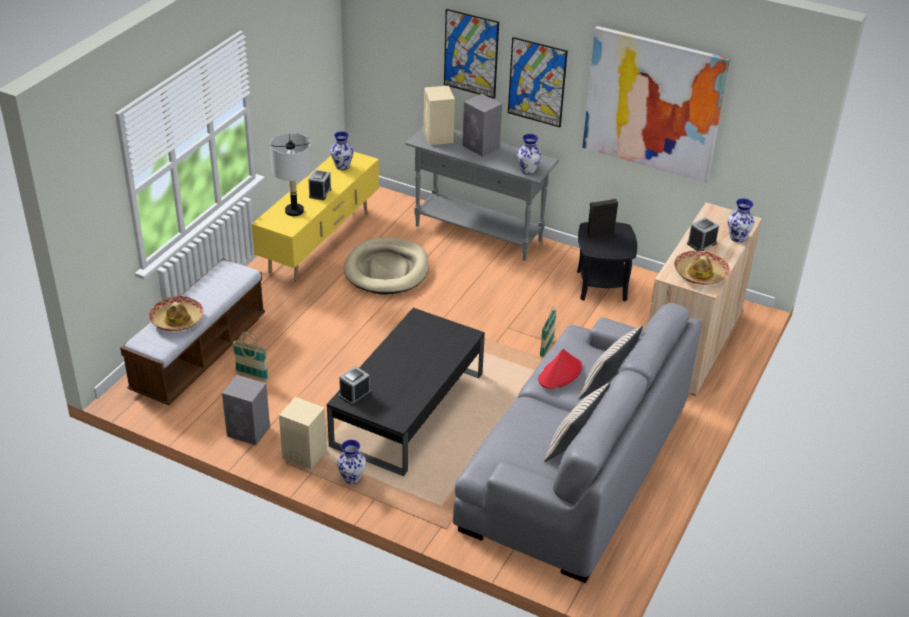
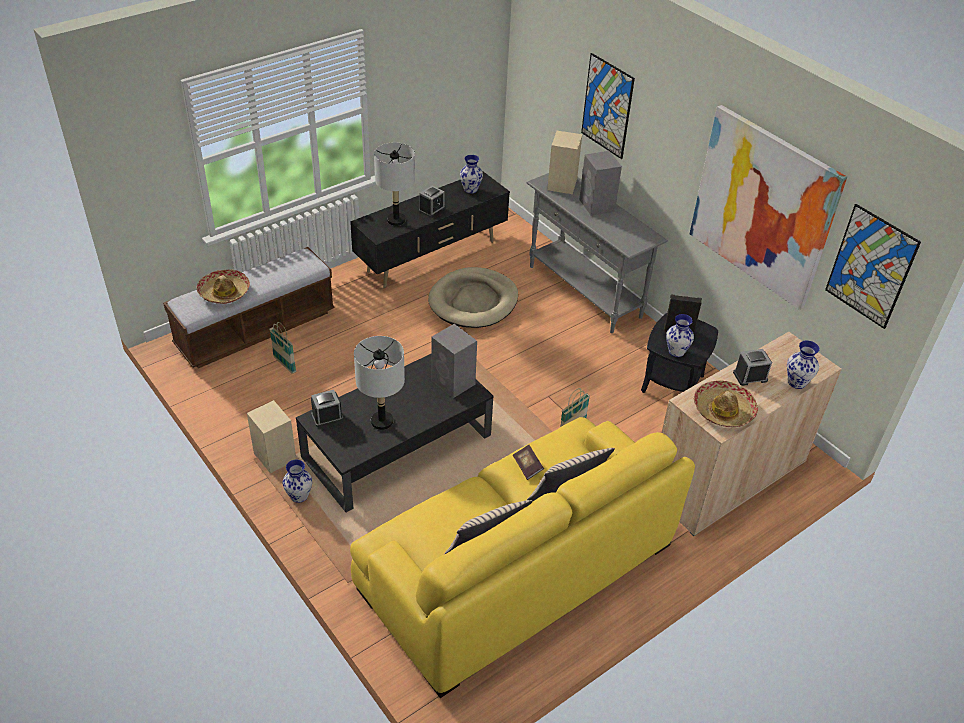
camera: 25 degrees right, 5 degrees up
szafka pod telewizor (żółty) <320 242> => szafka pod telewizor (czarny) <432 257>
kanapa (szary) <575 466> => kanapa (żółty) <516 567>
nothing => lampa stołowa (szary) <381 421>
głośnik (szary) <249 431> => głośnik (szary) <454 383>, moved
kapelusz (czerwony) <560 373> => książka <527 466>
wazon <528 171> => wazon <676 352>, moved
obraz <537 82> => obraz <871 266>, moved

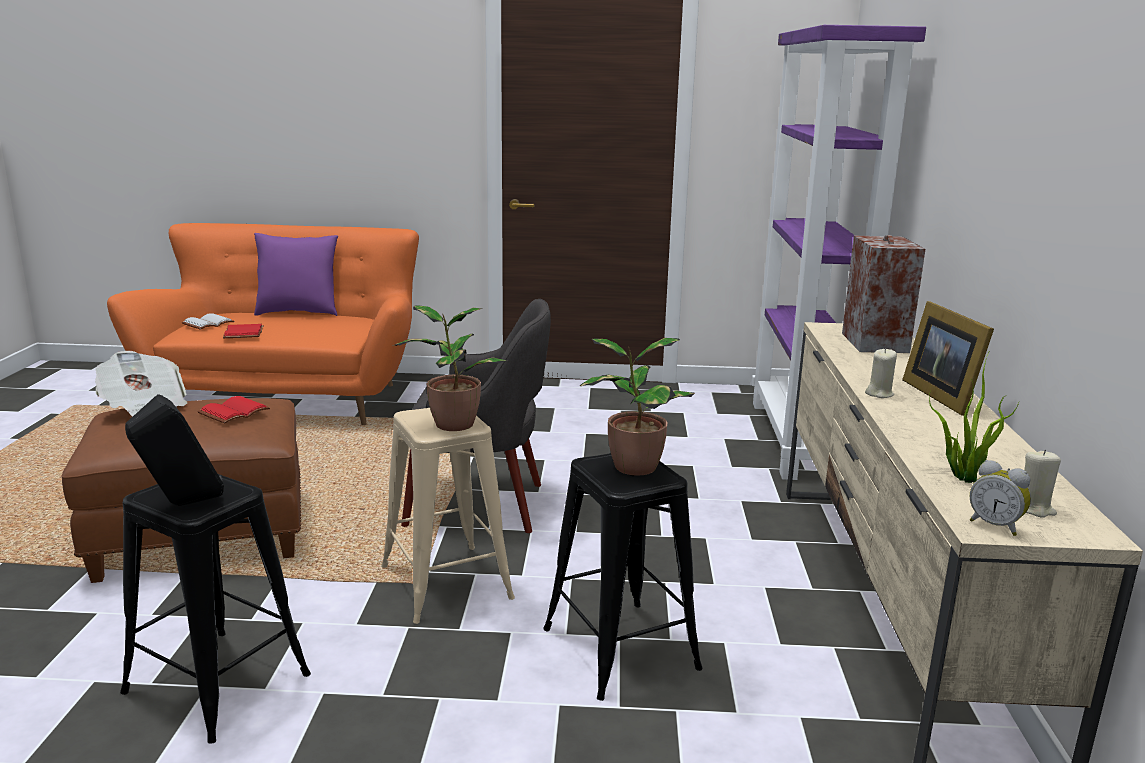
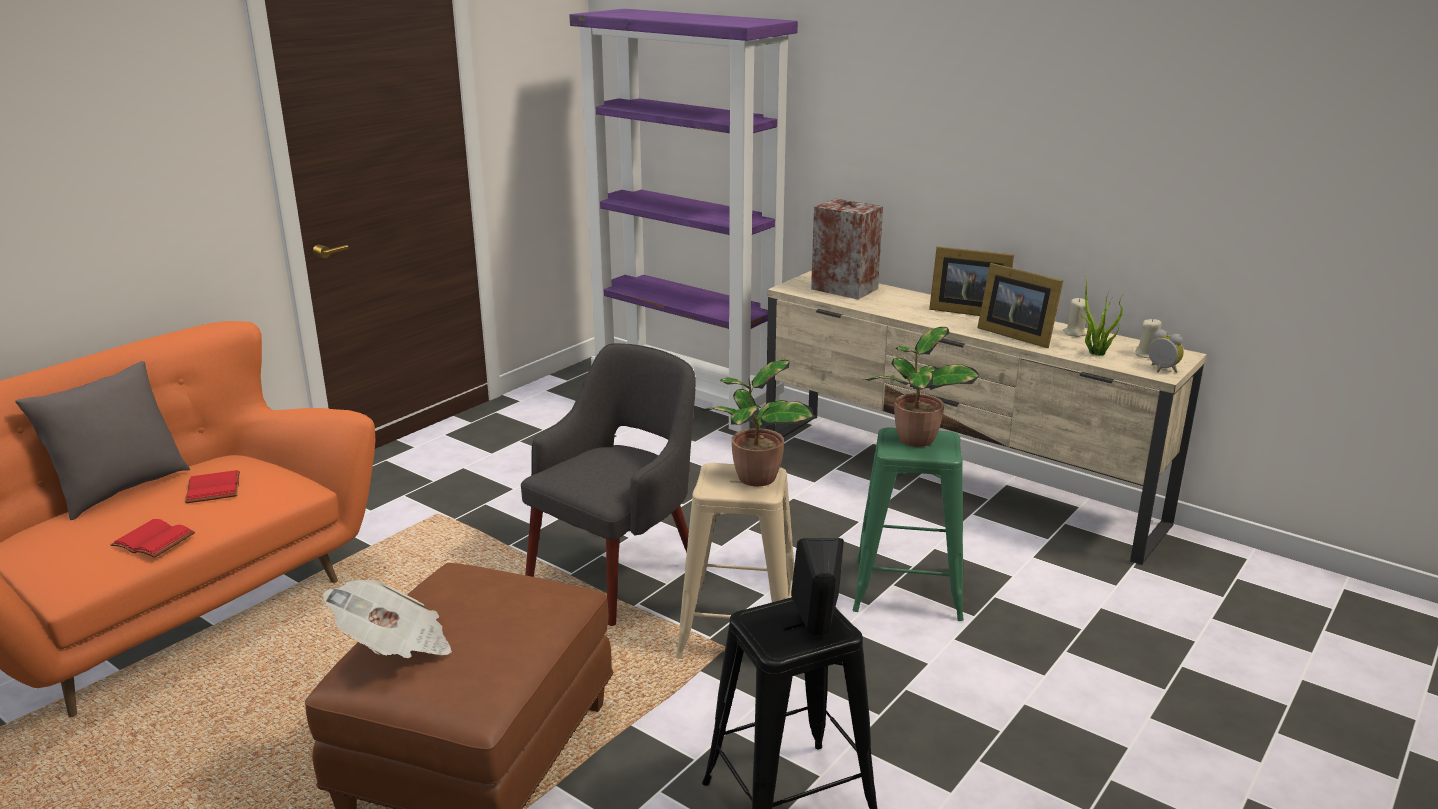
camera: 55 degrees left, 5 degrees up
poduszka (fioletowy) <298 312> => poduszka (szary) <120 490>
książka (czerwony) <234 411> => książka (czerwony) <212 488>, moved
stołek (czarny) <620 648> => stołek (zielony) <907 589>
nothing => ramka na zdjęcie <1015 334>
świeca (beżowy) <879 394> => świeca (beżowy) <1074 333>, moved
budzik <995 525> => budzik <1161 370>, 120 degrees counterclockwise
książka (biały) <208 324> => nothing

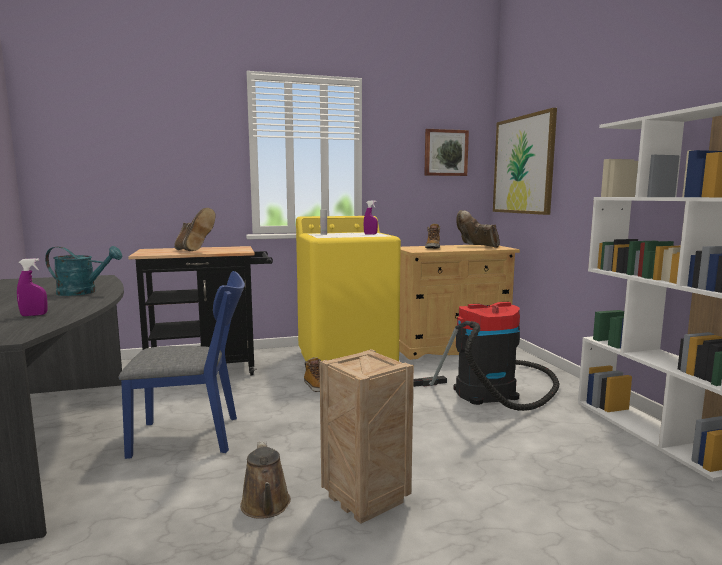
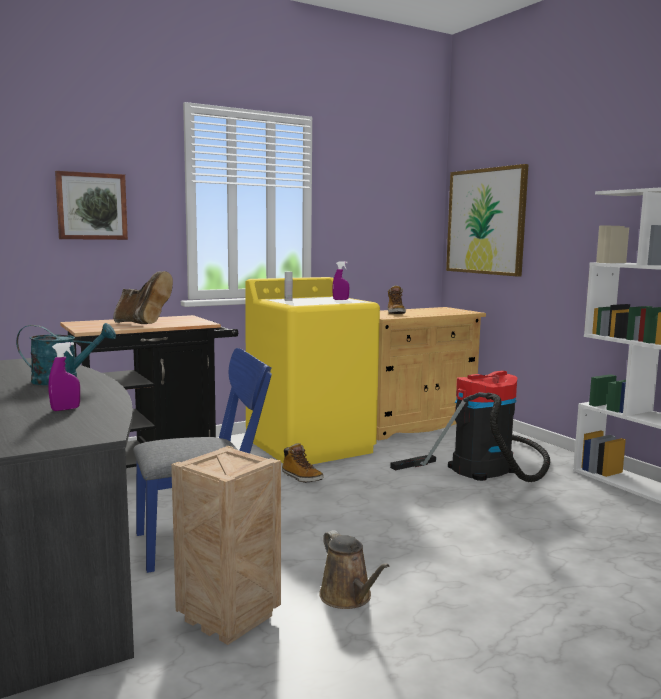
camera: 15 degrees left, 0 degrees up
obraz <445 153> => obraz <91 206>, moved
skrzynka <367 500> => skrzynka <231 619>, moved
but z cholewką (brązowy) <476 247> => nothing

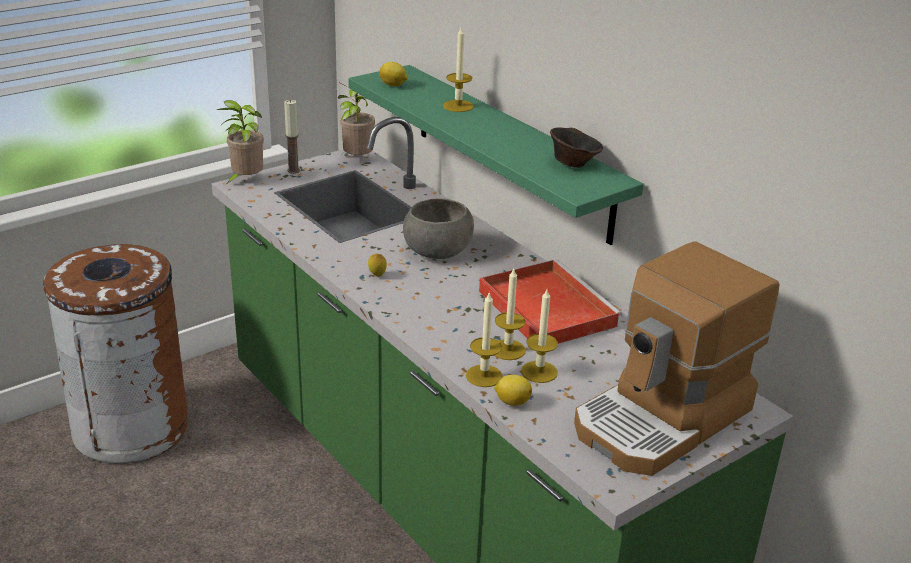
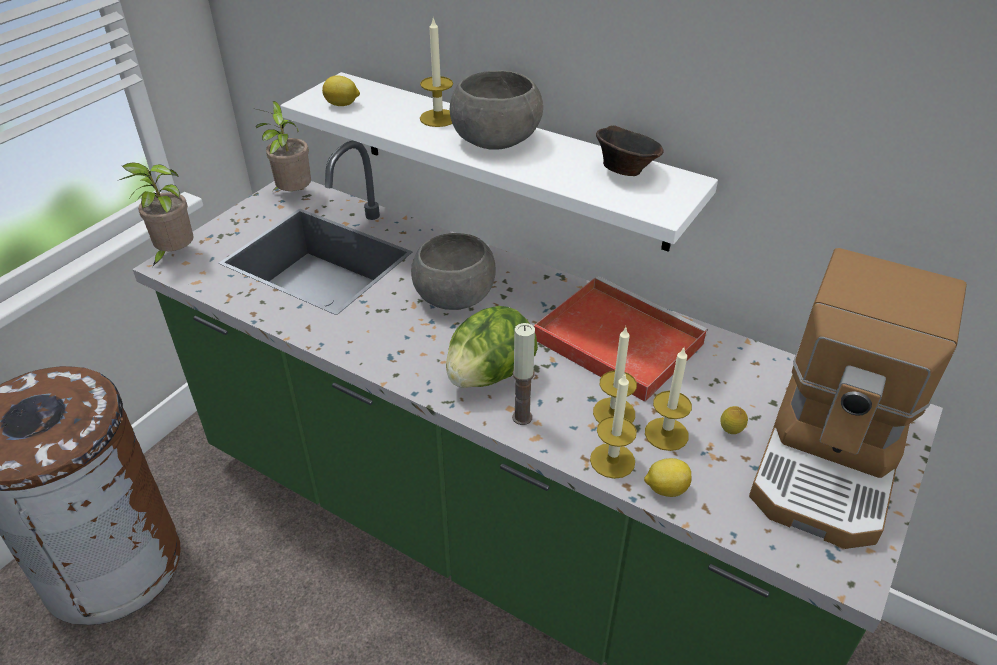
camera: 20 degrees left, 10 degrees up
półka (zielony) <510 151> => półka (biały) <509 159>
nothing => sałata <489 375>
nothing => miska (szary) <496 139>
świeca <293 170> => świeca <522 417>, moved
cytryna <377 276> => cytryna <730 432>, moved

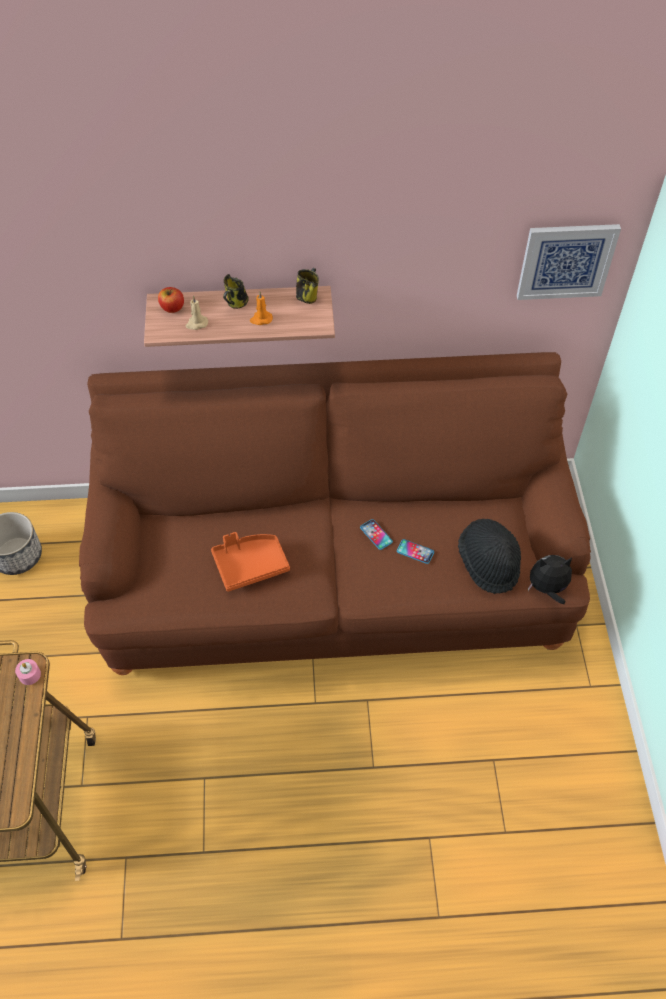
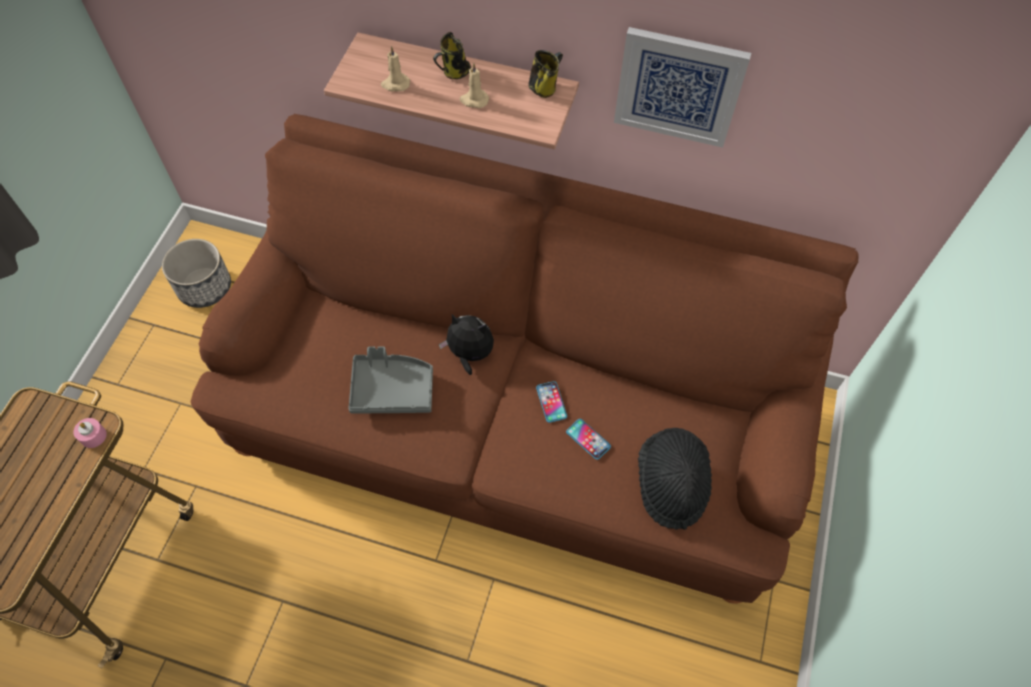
camera: 20 degrees right, 5 degrees up
taca (pomarańczowy) <250 565> => taca (szary) <392 389>
pluszak <547 588> => pluszak <469 354>, moved
świeca (pomarańczowy) <261 319> => świeca (beżowy) <474 100>
obraz <566 261> => obraz <679 87>, moved
jabłko <172 308> => nothing

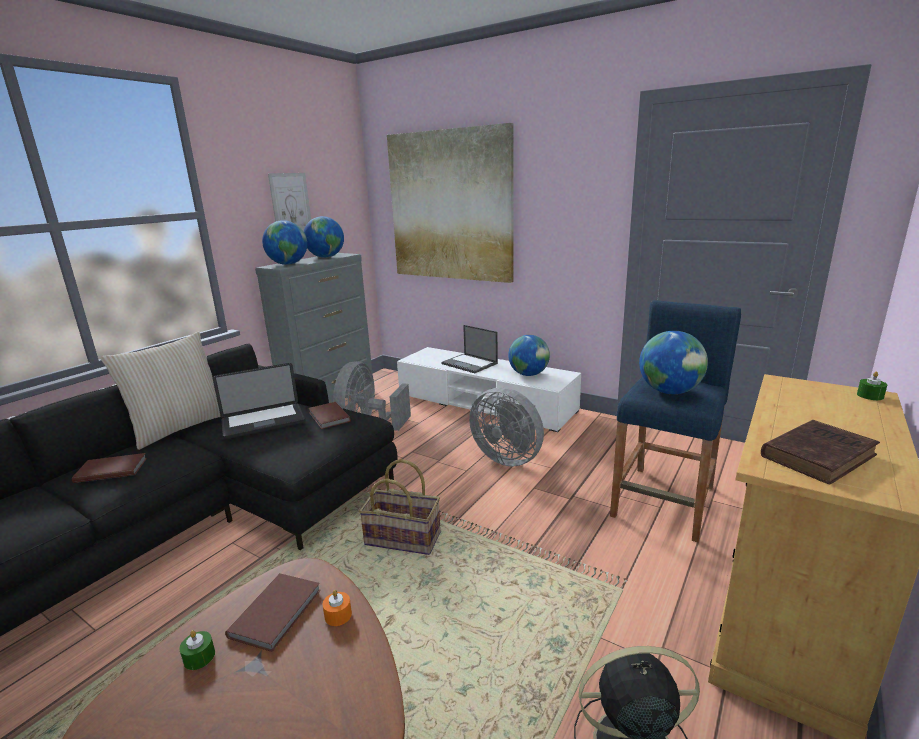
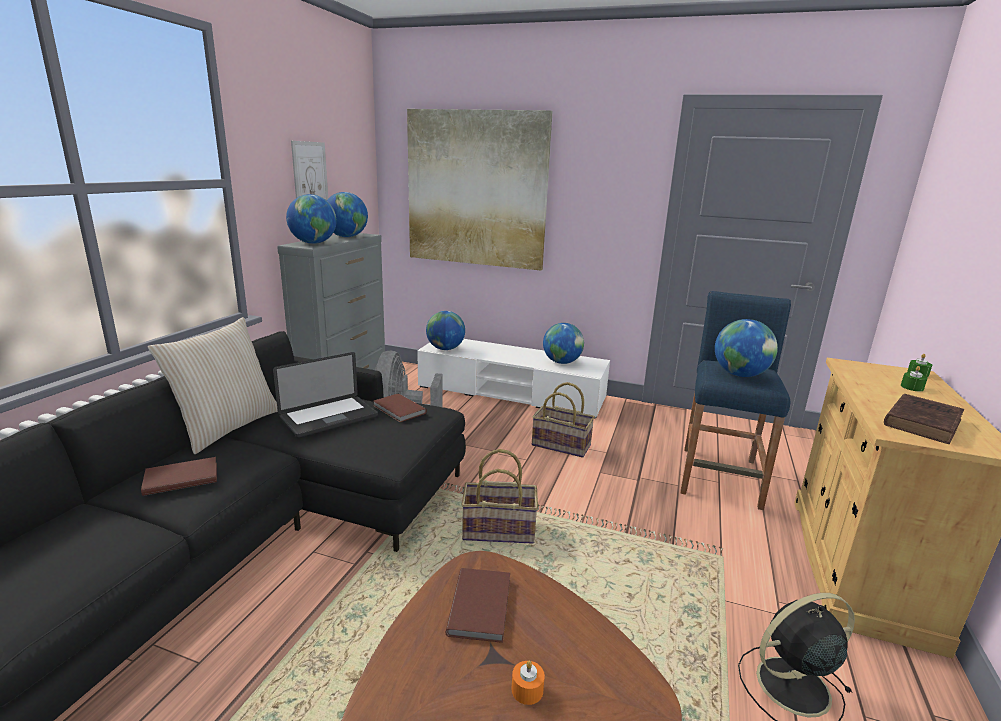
camera: 15 degrees left, 0 degrees up
nothing => globus <445 349>
świeca (pomarańczowy) <338 615> => świeca (pomarańczowy) <527 690>, moved
wentylator (szary) <508 457> => koszyk <561 445>
świeca (zielony) <199 657> => świeca (zielony) <912 387>, moved
laptop <470 364> => nothing

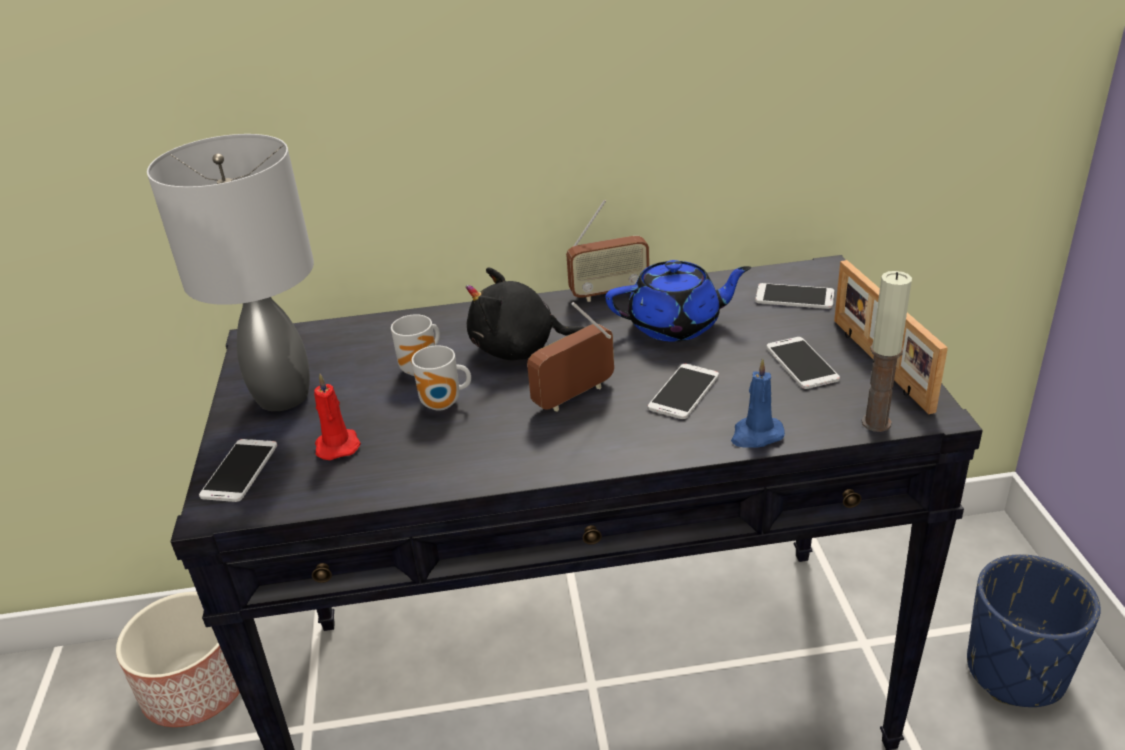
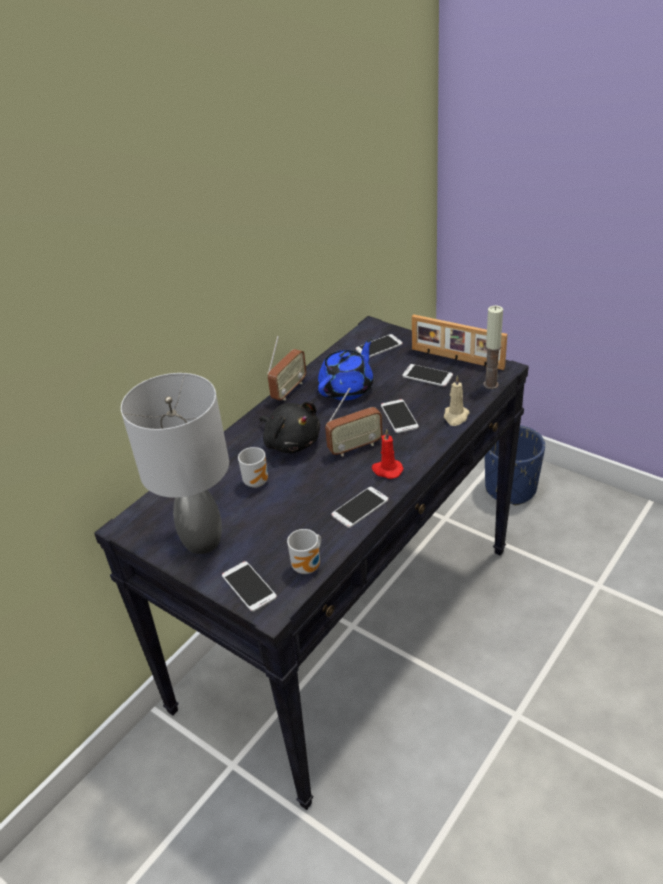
camera: 45 degrees left, 5 degrees up
pluszak (czarny) <520 349> => pluszak (czarny) <291 442>, 90 degrees counterclockwise
kubek <444 405> => kubek <309 567>, moved
radio <574 396> => radio <355 447>, 120 degrees counterclockwise
nothing => telefon <360 507>
świeca (czerwony) <337 445> => świeca (czerwony) <386 470>, moved
świeca (niebieski) <756 435> => świeca (beżowy) <455 417>
donica <196 686> => nothing

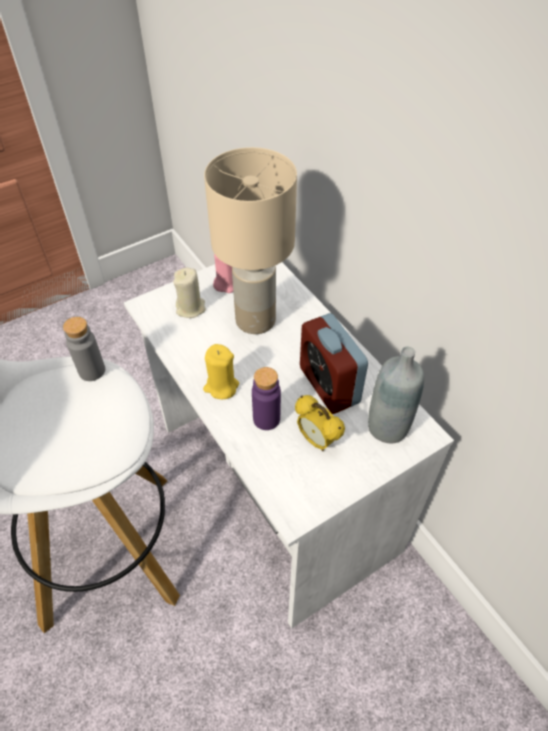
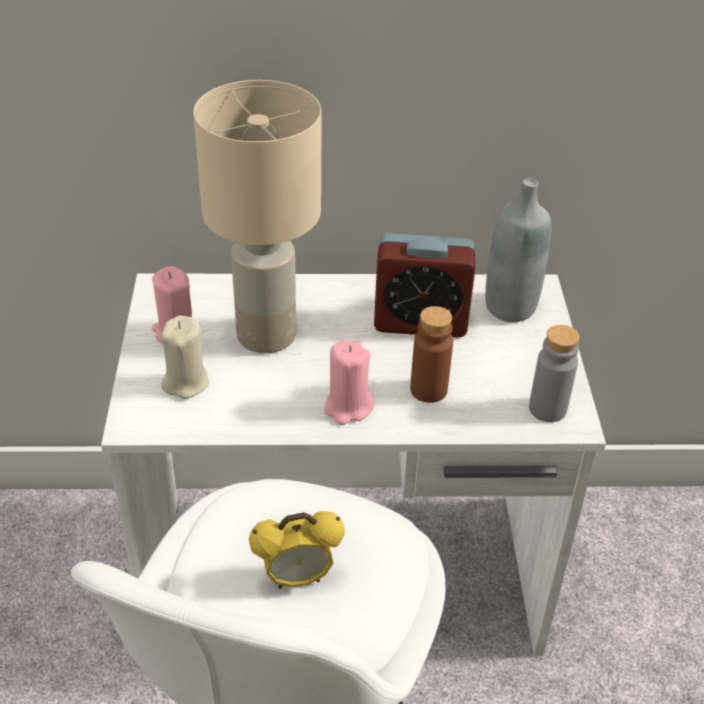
camera: 60 degrees left, 10 degrees down
budzik <317 440> => budzik <297 578>, moved
świeca (żółty) <221 386> => świeca (różowy) <348 407>
butelka (fioletowy) <266 419> => butelka (brązowy) <428 390>
butelka (szary) <92 371> => butelka (szary) <547 409>, moved

